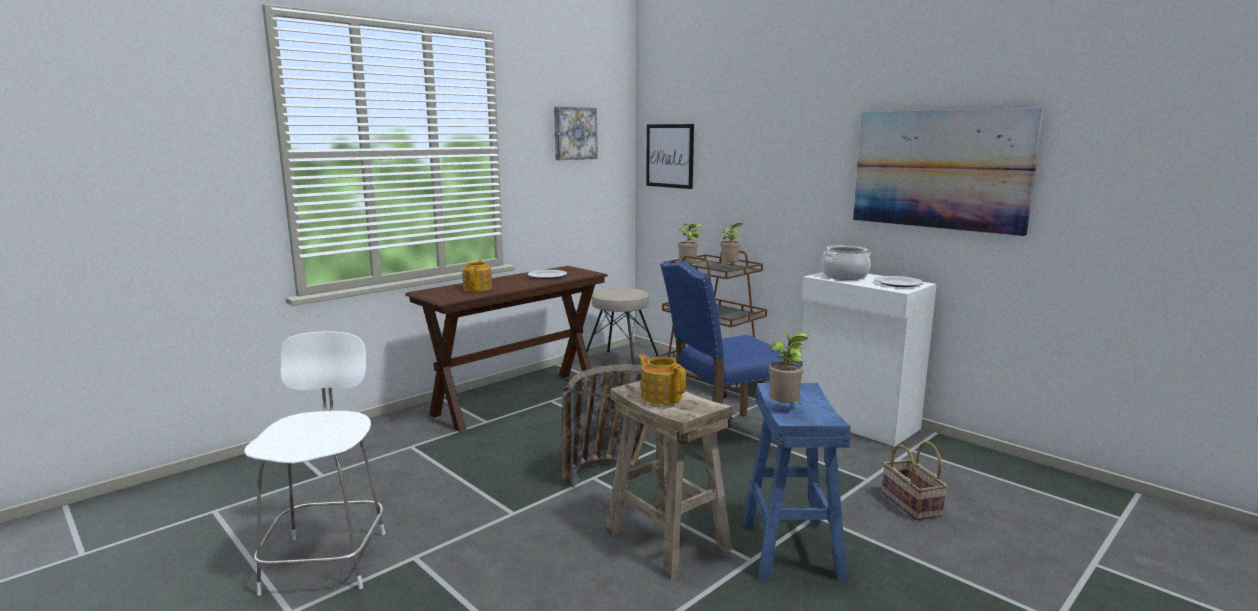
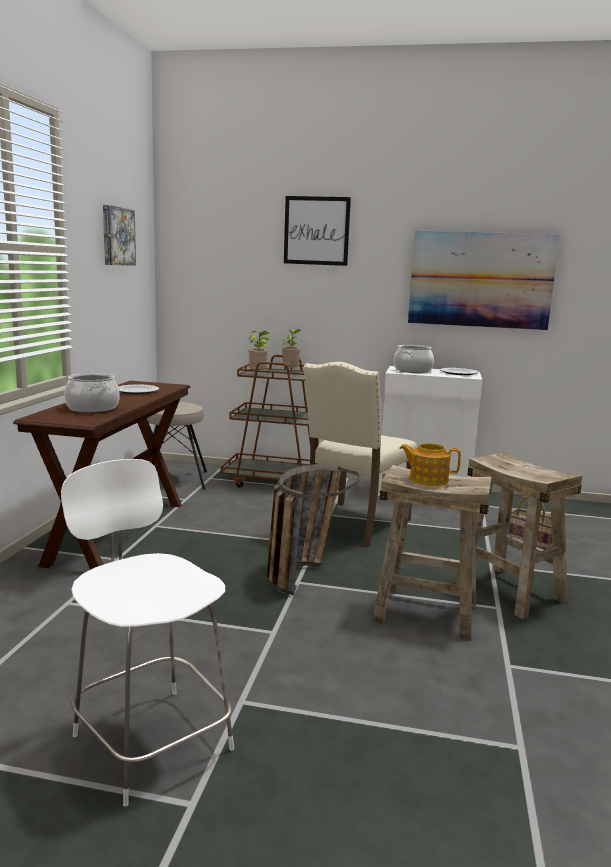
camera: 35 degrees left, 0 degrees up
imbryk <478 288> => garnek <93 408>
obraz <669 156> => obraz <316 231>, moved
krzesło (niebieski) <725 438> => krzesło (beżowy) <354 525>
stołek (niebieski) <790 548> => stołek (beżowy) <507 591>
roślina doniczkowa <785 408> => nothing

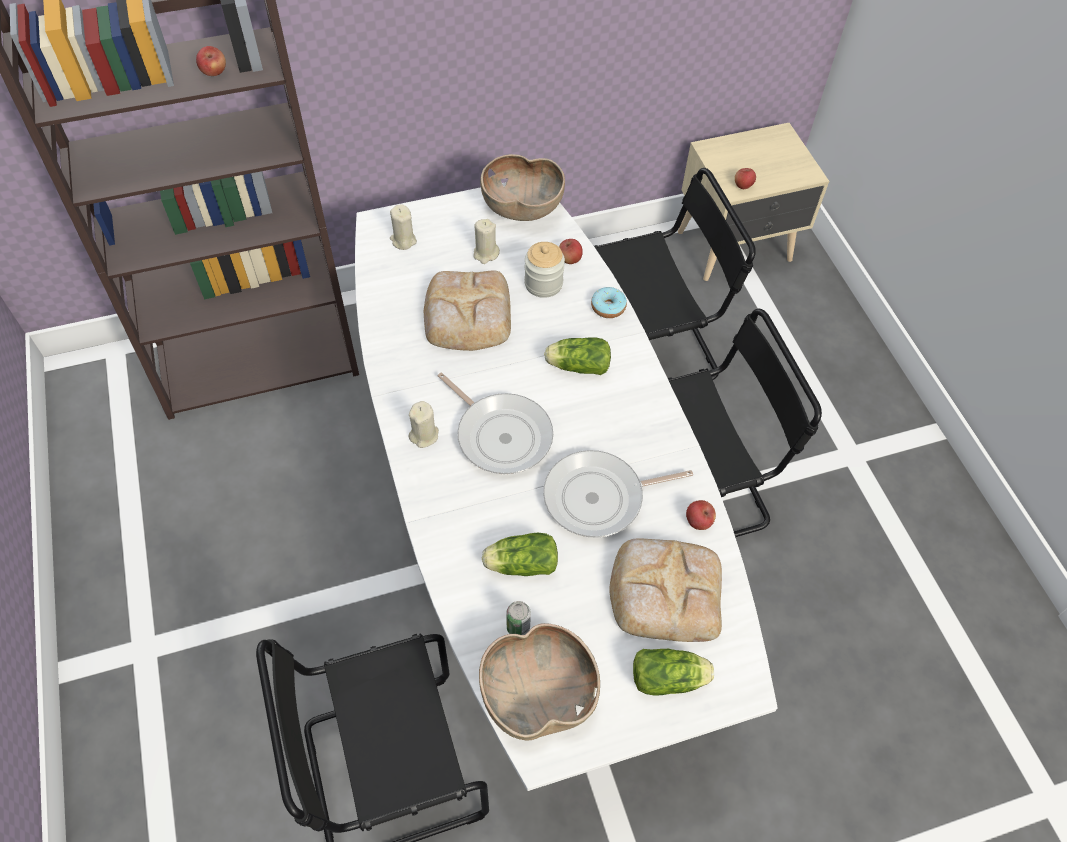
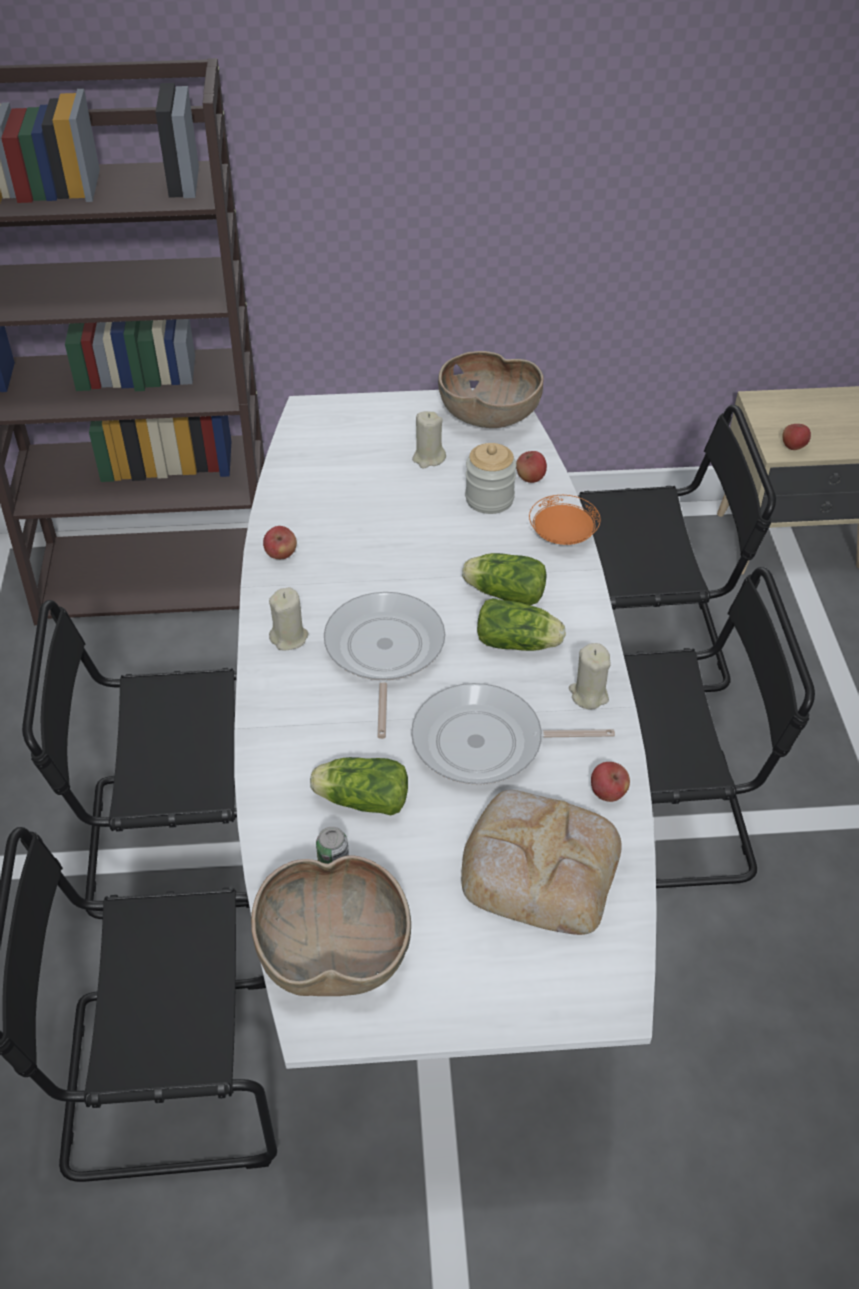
camera: 15 degrees right, 10 degrees down
nothing => krzesło (czarny) <173 841>
jabłko <214 73> => jabłko <281 554>, moved
patelnia <501 434> => patelnia <383 652>, 150 degrees counterclockwise
sałata <670 678> => sałata <520 643>, moved
donut <608 307> => talerz (pomarańczowy) <563 535>
świeca (beżowy) <403 240> => świeca (beżowy) <588 695>, moved
chleb <467 316> => nothing

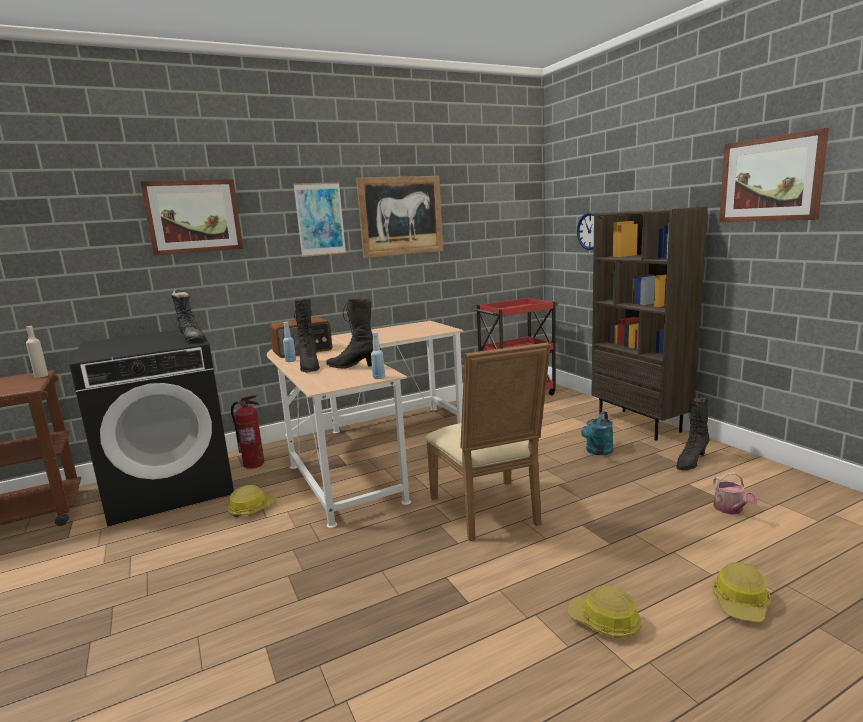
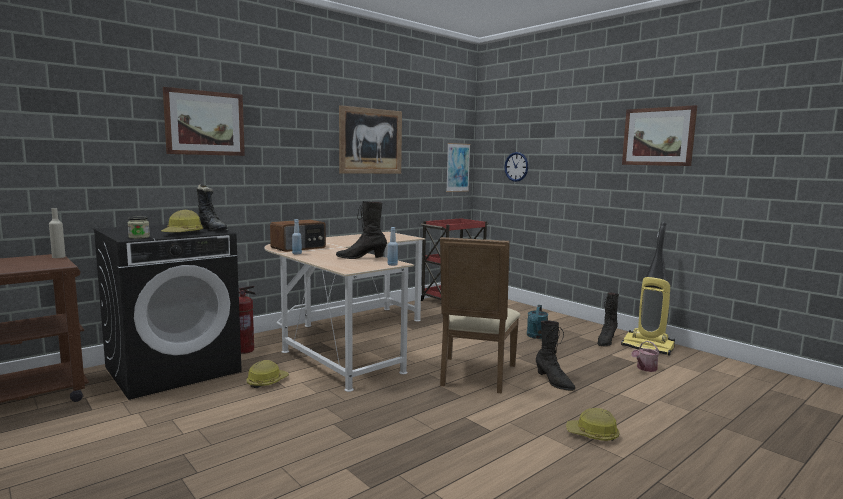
camera: 15 degrees left, 5 degrees down
nothing => słoik <139 237>
kask <741 603> => kask <183 233>, moved
krzesło (beżowy) <489 512> => krzesło (beżowy) <475 376>, 45 degrees clockwise
obraz <320 219> => obraz <458 167>, moved
but z cholewką (czarny) <309 366> => but z cholewką (czarny) <554 382>, moved
nothing => odkurzacz <648 347>
konewka <730 510> => konewka <645 368>, 75 degrees clockwise
regał (brązowy) <640 424> => nothing

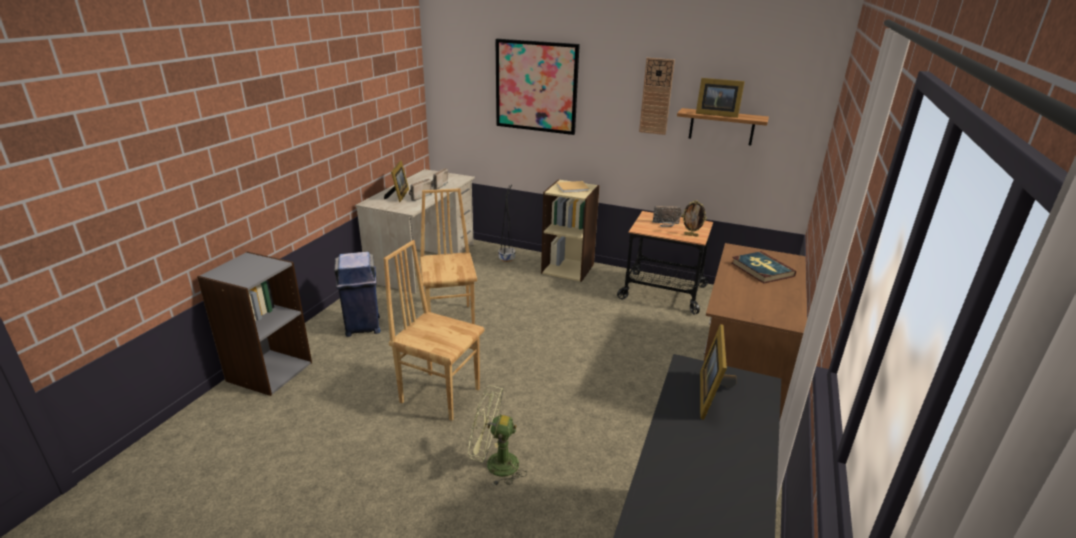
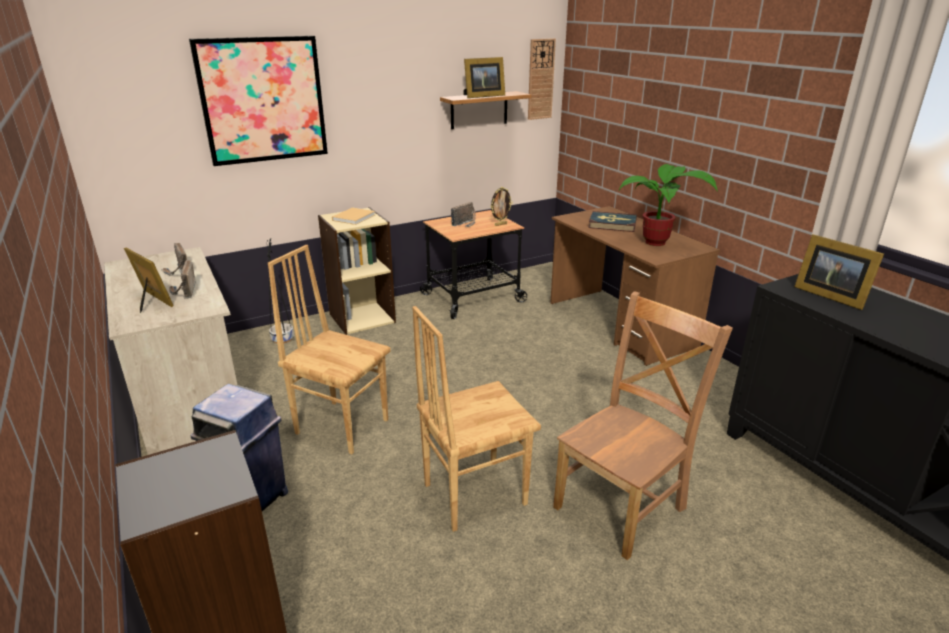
camera: 50 degrees left, 0 degrees up
zegar ścienny <656 96> => zegar ścienny <540 79>, moved
wentylator (zielony) <494 465> => krzesło (brązowy) <623 505>
nothing => roślina doniczkowa <659 243>

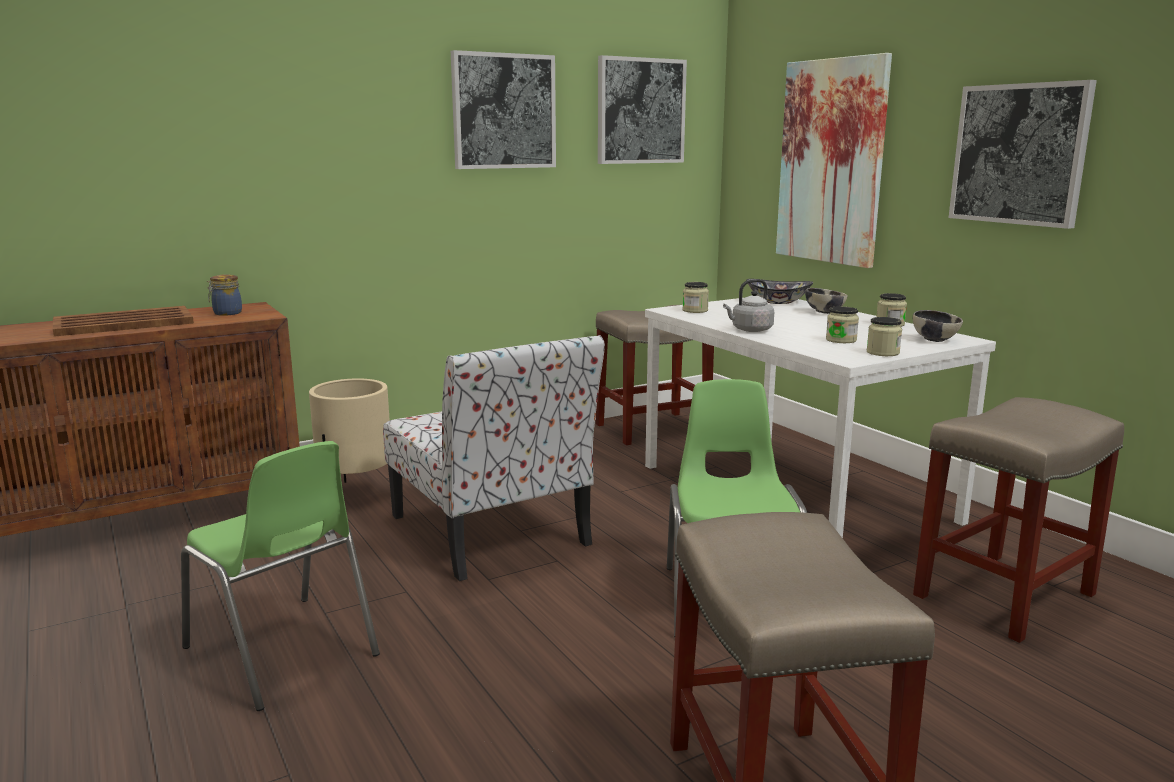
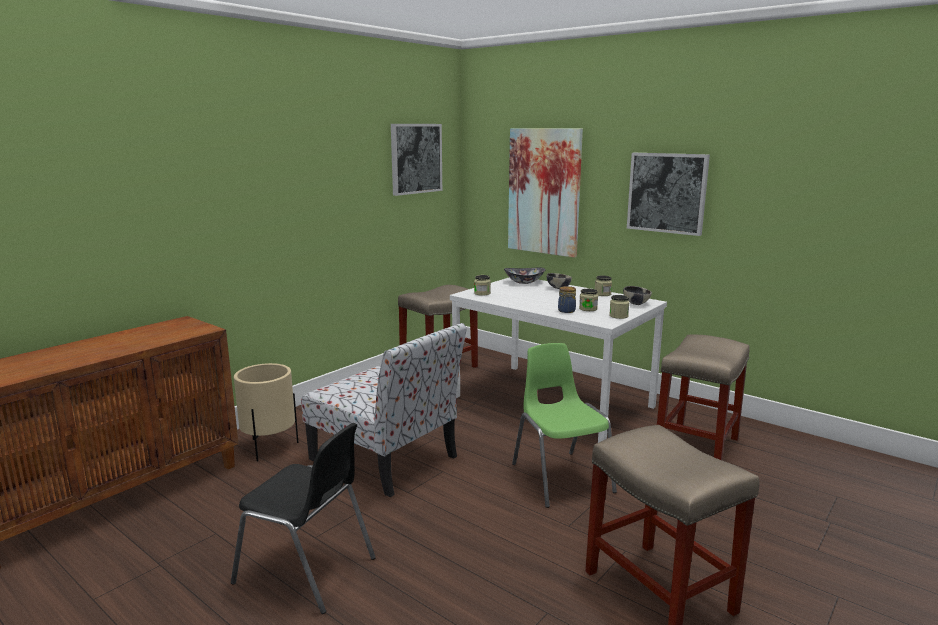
camera: 20 degrees left, 0 degrees up
krzesło (zielony) <283 652> => krzesło (czarny) <307 571>
słoik <226 313> => słoik <566 311>, moved
taca (brązowy) <125 323> => nothing
obraz <503 111> => nothing
czajnik (szary) <750 330> => nothing

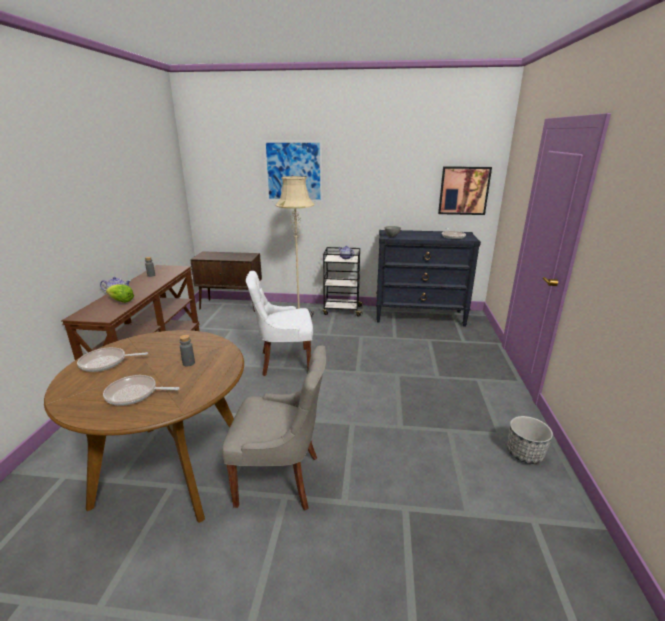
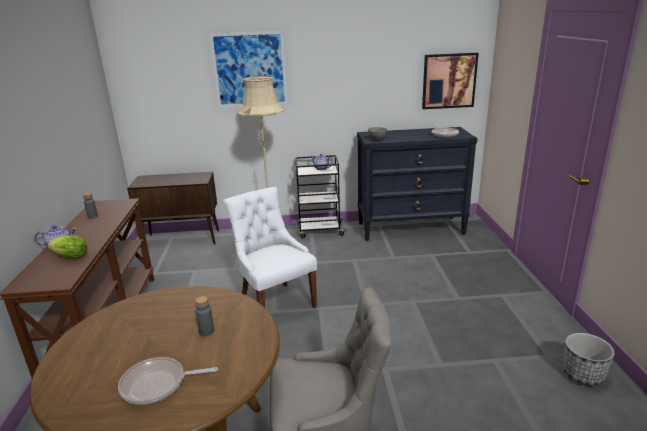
camera: 10 degrees left, 0 degrees up
krzesło (biały) <284 362> => krzesło (biały) <275 304>, 75 degrees clockwise
patelnia <106 362> => nothing

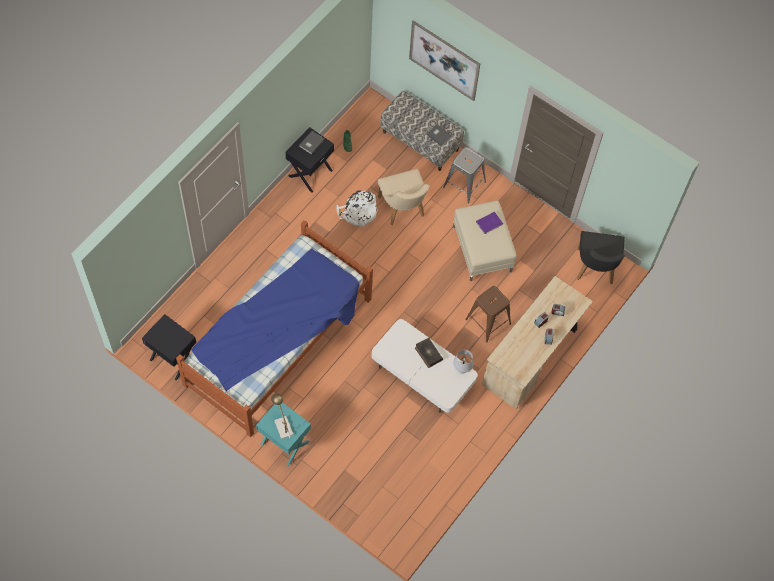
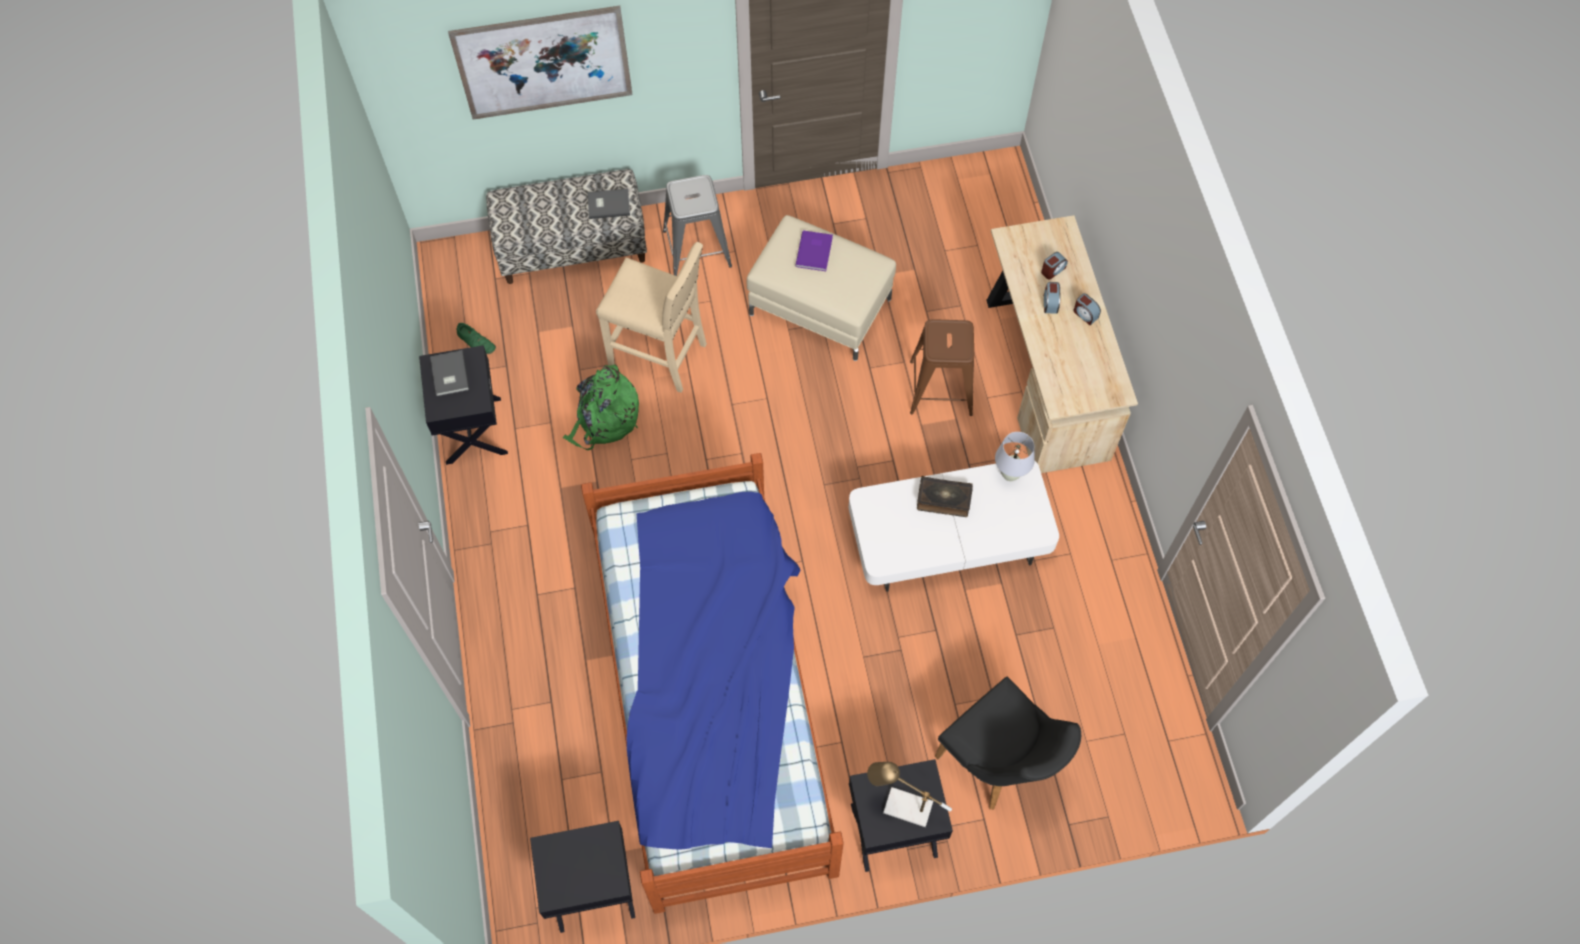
camera: 45 degrees left, 0 degrees up
plecak (biały) <358 213> => plecak (zielony) <604 419>
krzesło (beżowy) <403 210> => stołek (beżowy) <660 356>
szafka nocna (turkusowy) <284 443> => szafka nocna (czarny) <894 831>
krzesło (czarny) <595 270> => krzesło (czarny) <999 765>, moved

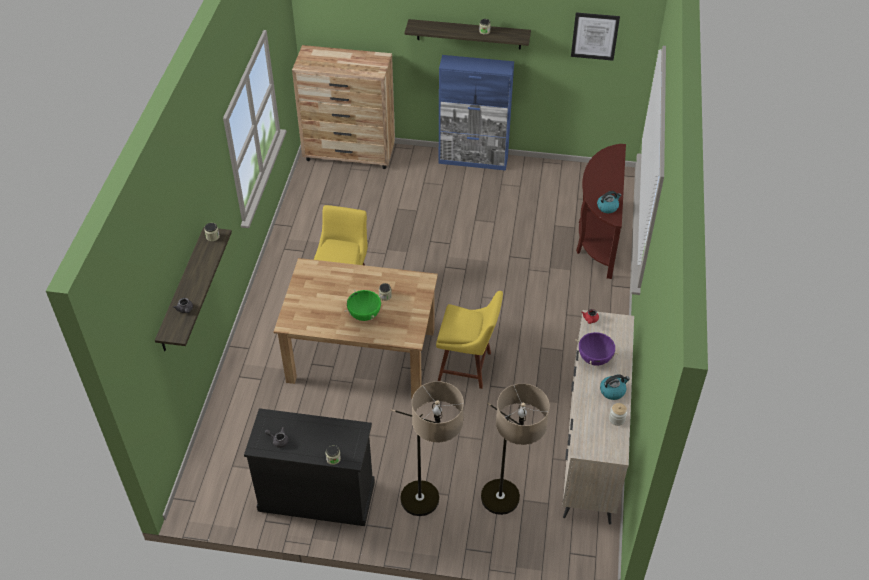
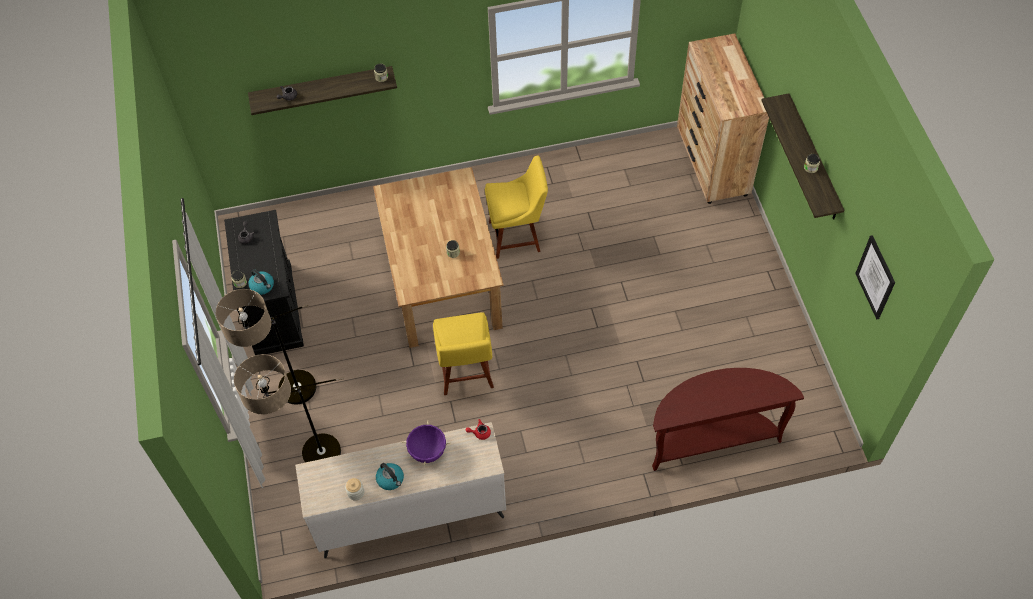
camera: 70 degrees right, 10 degrees up
czajnik <607 207> => czajnik <262 286>, moved
garnek (zielony) <364 315> => nothing
szafka (niebieski) <473 160> => nothing

